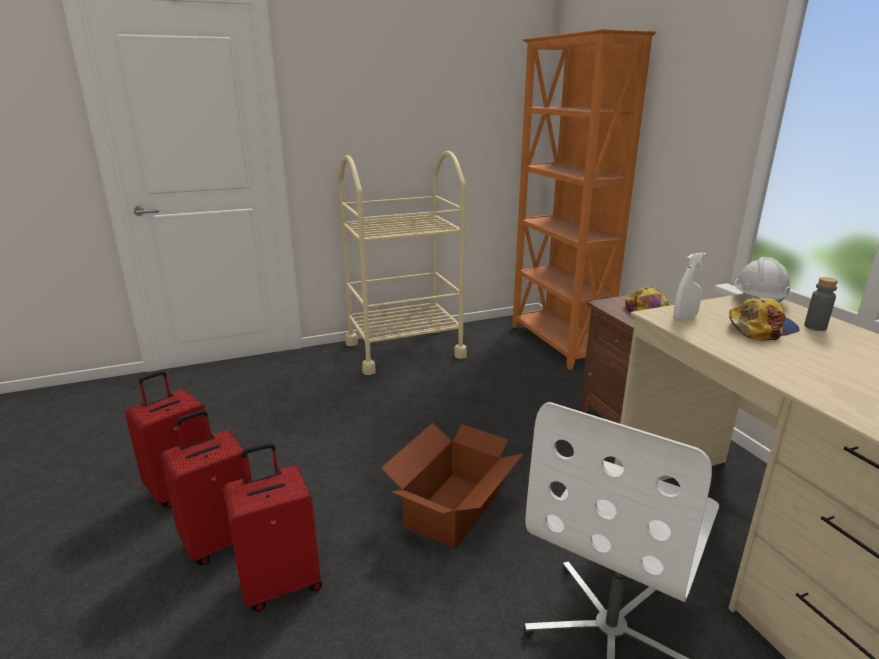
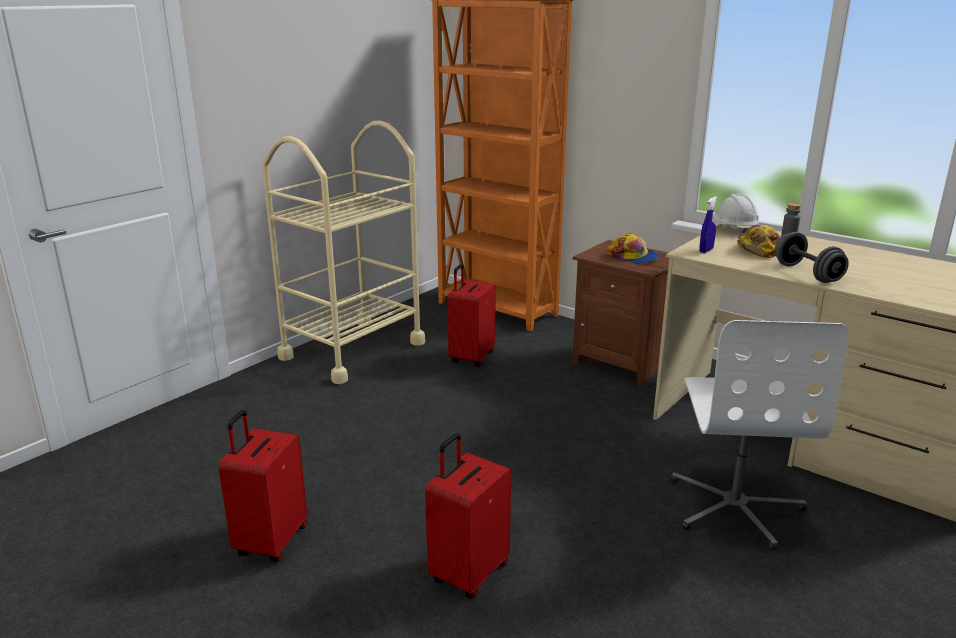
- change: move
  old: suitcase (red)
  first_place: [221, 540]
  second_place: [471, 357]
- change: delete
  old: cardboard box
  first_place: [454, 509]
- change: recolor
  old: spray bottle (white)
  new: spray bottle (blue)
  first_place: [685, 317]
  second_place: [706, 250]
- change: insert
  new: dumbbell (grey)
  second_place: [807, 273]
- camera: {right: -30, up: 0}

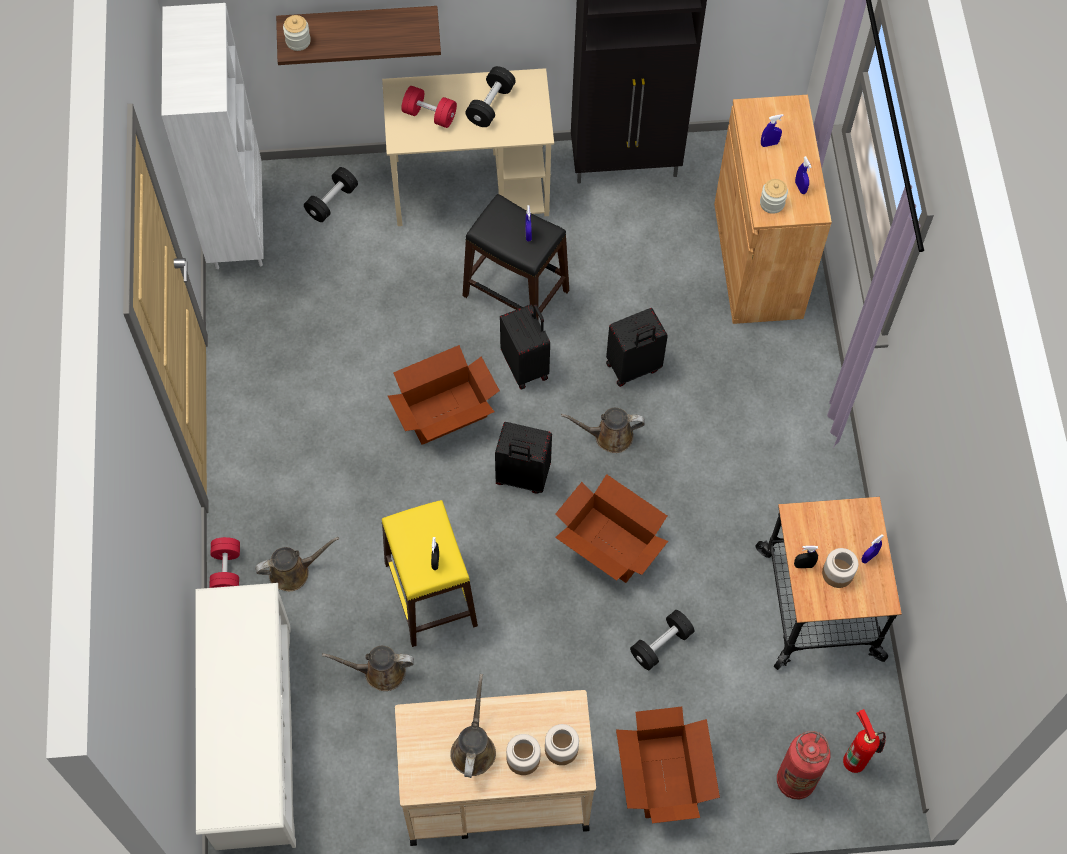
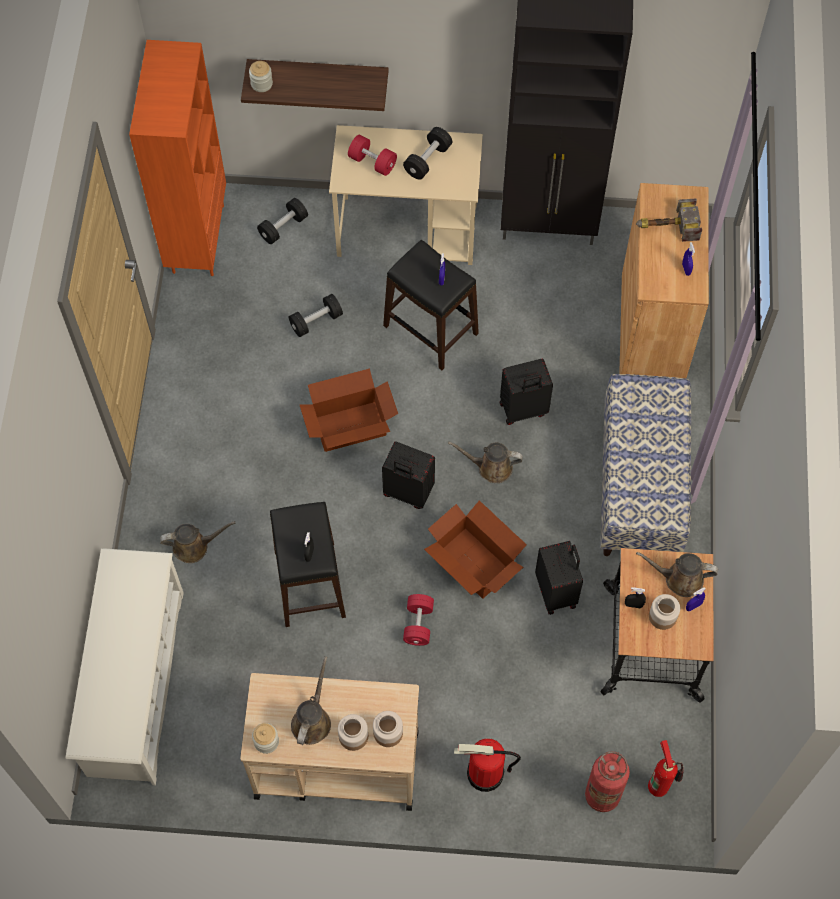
- change: recolor
  old: bookcase (white)
  new: bookcase (orange)
  first_place: [237, 226]
  second_place: [197, 238]
- change: move
  old: dumbbell (red)
  first_place: [226, 571]
  second_place: [418, 624]
- change: move
  old: watering can (brown)
  first_place: [380, 672]
  second_place: [679, 579]
- change: recolor
  old: stool (yellow)
  new: stool (black)
  first_place: [430, 594]
  second_place: [309, 584]
- change: move
  old: suitcase (black)
  first_place: [526, 366]
  second_place: [557, 591]
- change: replace
  old: cardboard box
  new: fire extinguisher
  first_place: [662, 777]
  second_place: [485, 774]
- change: move
  old: dumbbell (black)
  first_place: [661, 644]
  second_place: [316, 321]
- change: move
  old: jar
  first_place: [772, 203]
  second_place: [266, 741]
- change: replace
  old: spray bottle (blue)
  new: hammer
  first_place: [769, 144]
  second_place: [665, 226]
- change: insert
  new: bench
  second_place: [640, 485]
- camera: {right: 10, up: 0}

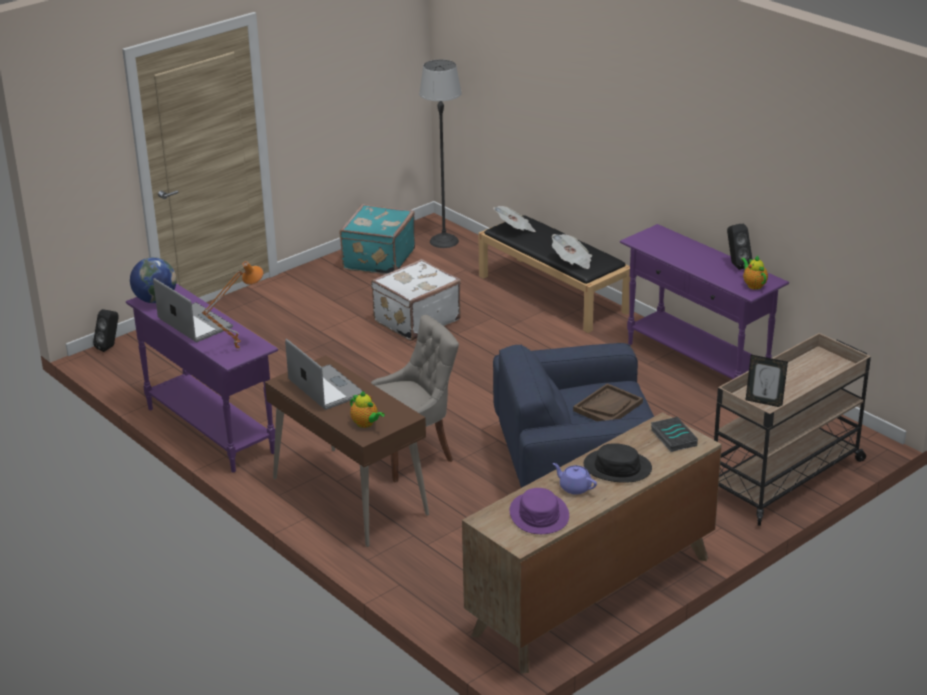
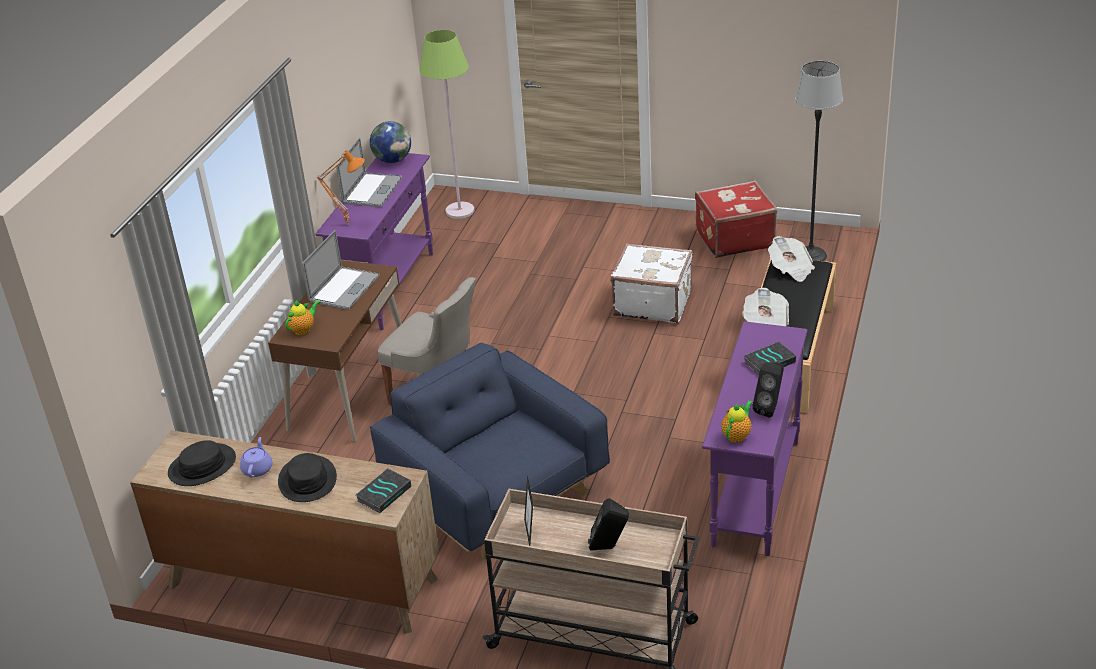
- change: move
  old: speaker (black)
  first_place: [110, 347]
  second_place: [609, 547]
- change: recolor
  old: suitcase (turquoise)
  new: suitcase (red)
  first_place: [377, 259]
  second_place: [734, 238]
- change: rotate
  old: teapot
  first_place: [366, 424]
  second_place: [303, 329]
  degrees: -150
- change: recolor
  old: hat (purple)
  new: hat (black)
  first_place: [539, 514]
  second_place: [202, 466]
- change: delete
  old: tray (brown)
  first_place: [608, 406]
- change: insert
  new: floor lamp (green)
  second_place: [459, 211]
- change: insert
  new: book
  second_place: [769, 361]
- camera: {right: 60, up: 5}

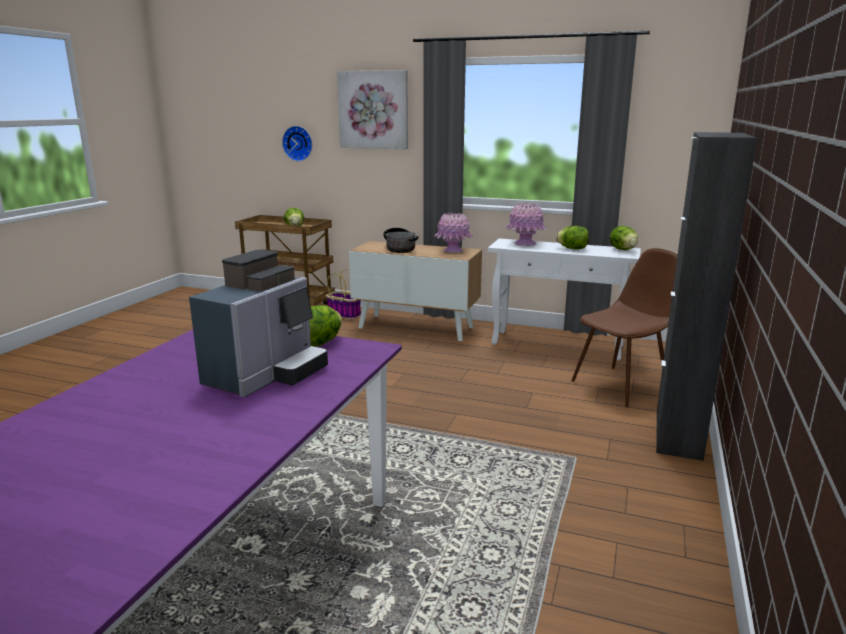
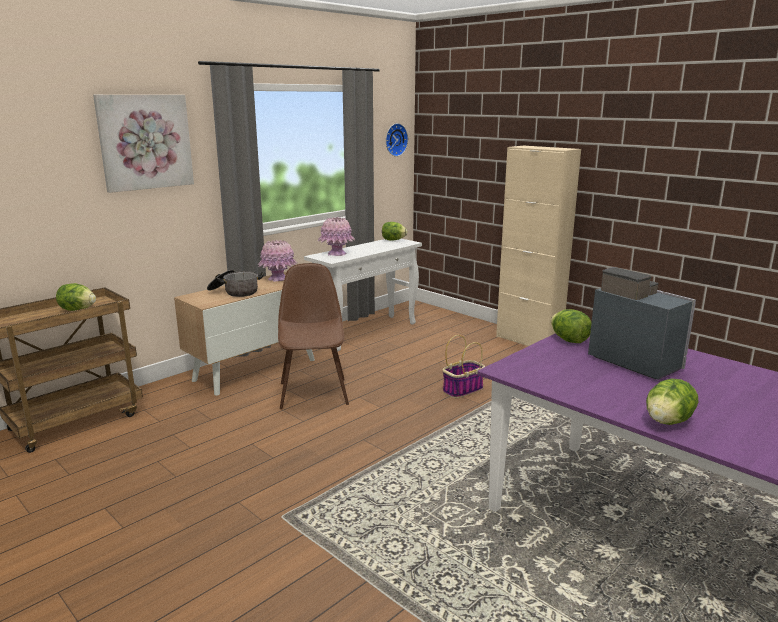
- change: move
  old: wall clock
  first_place: [298, 143]
  second_place: [395, 139]
- change: move
  old: basket
  first_place: [345, 314]
  second_place: [463, 390]
- change: move
  old: lettuce
  first_place: [572, 249]
  second_place: [667, 421]
- change: move
  old: chair (brown)
  first_place: [621, 385]
  second_place: [313, 392]
- change: recolor
  old: cabinet (black)
  new: cabinet (beige)
  first_place: [678, 433]
  second_place: [528, 341]
- camera: {right: -65, up: 0}

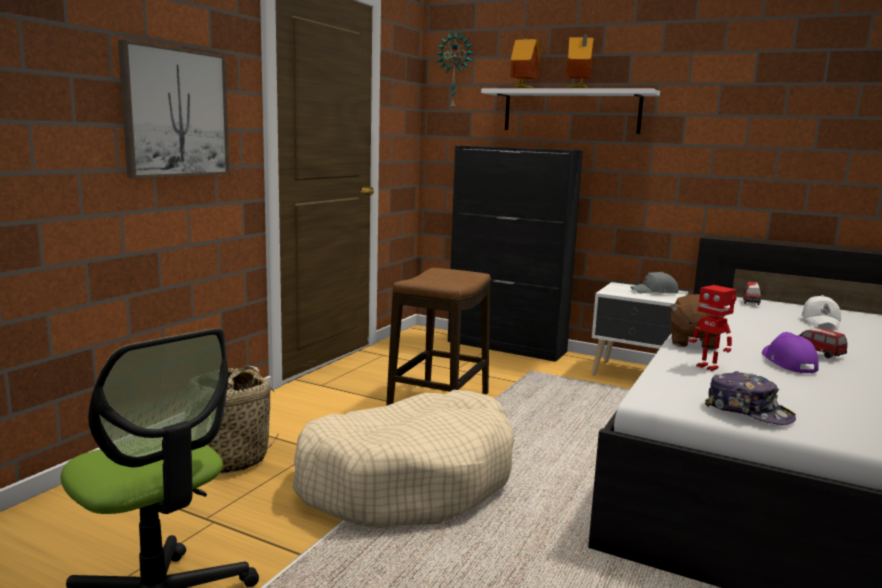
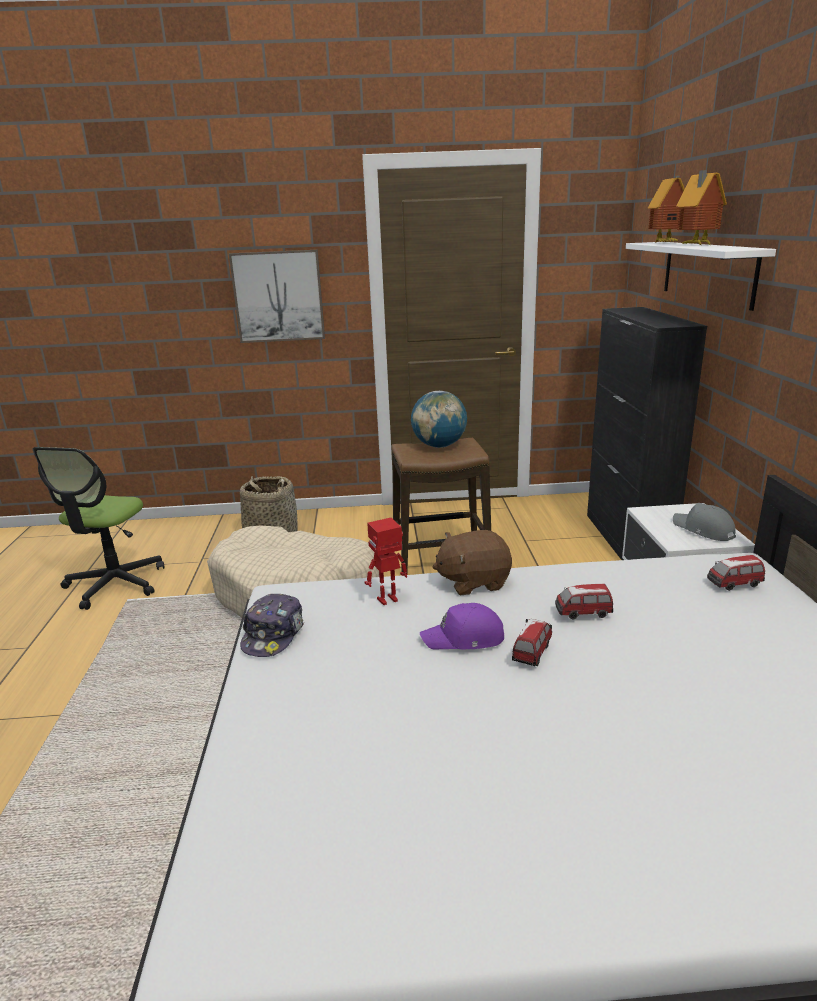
- change: delete
  old: wall clock
  first_place: [455, 71]
- change: rotate
  old: toy robot
  first_place: [708, 367]
  second_place: [388, 600]
  degrees: 45
- change: rotate
  old: cap (purple)
  first_place: [787, 363]
  second_place: [464, 638]
  degrees: -150
- change: delete
  old: cap (white)
  first_place: [821, 321]
- change: insert
  new: globe
  second_place: [439, 446]
- change: insert
  new: toy car
  second_place: [583, 613]
- camera: {right: 60, up: 10}

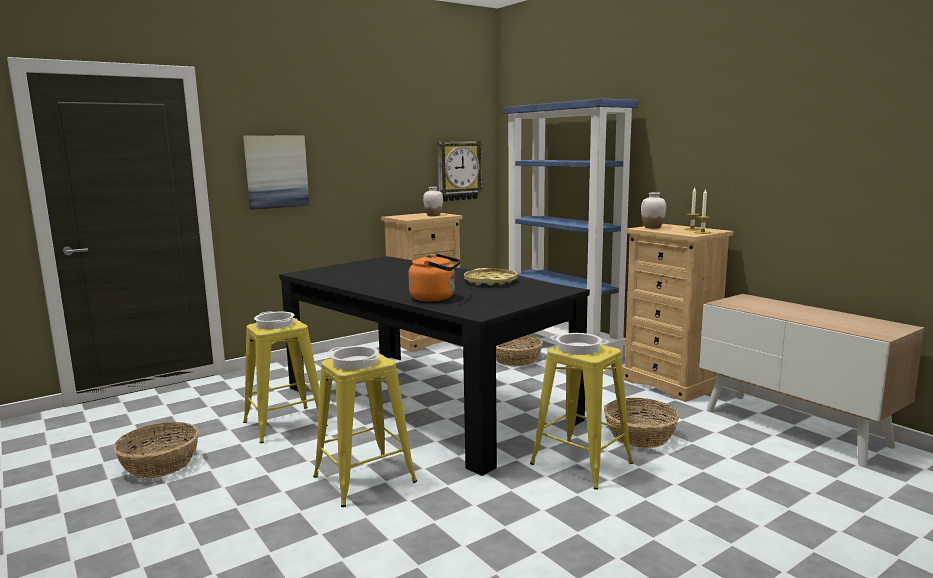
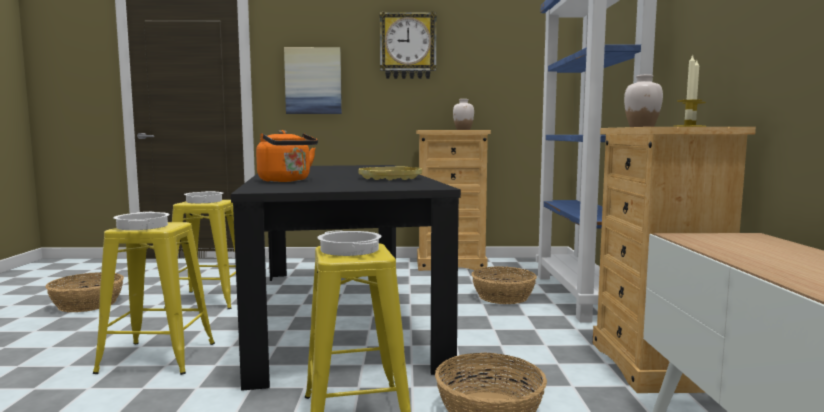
- change: move
  old: wall clock
  first_place: [458, 171]
  second_place: [408, 46]
- camera: {right: 35, up: -5}

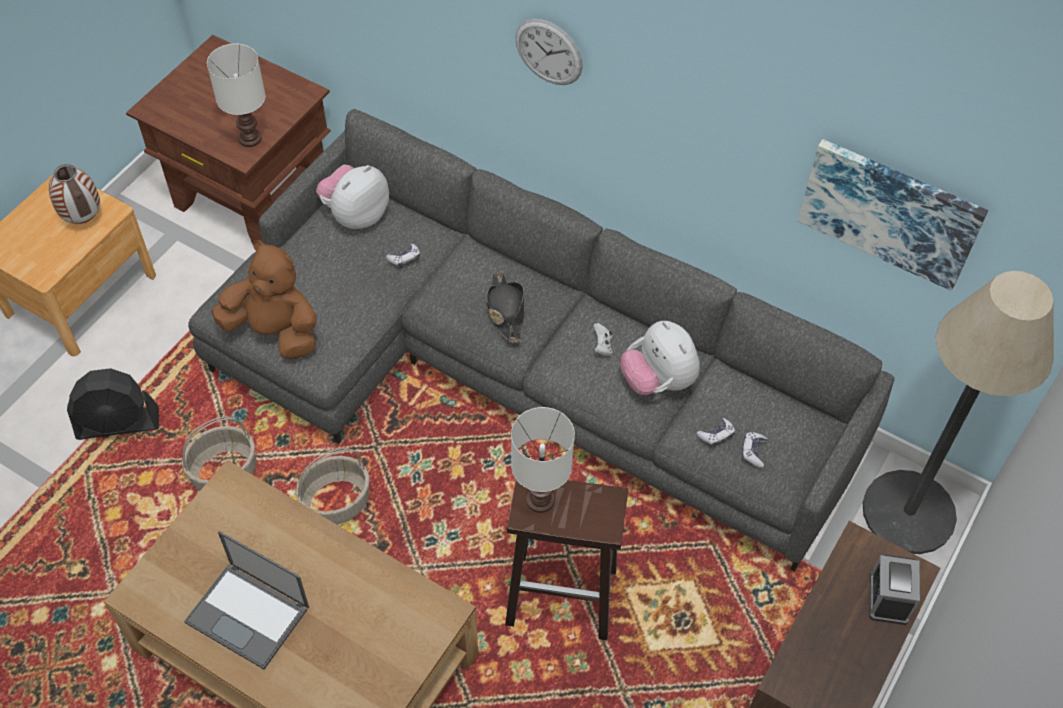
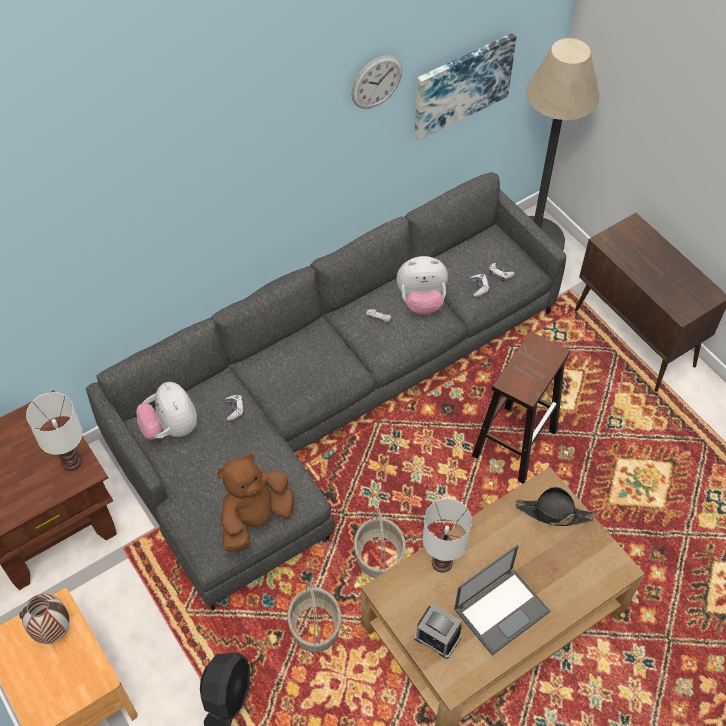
- change: move
  old: hat (black)
  first_place: [505, 311]
  second_place: [553, 513]
- change: move
  old: table lamp (white)
  first_place: [541, 499]
  second_place: [441, 561]
- change: move
  old: wall clock
  first_place: [549, 52]
  second_place: [376, 82]
- change: move
  old: alarm clock
  first_place: [888, 598]
  second_place: [437, 637]
- camera: {right: -65, up: 0}

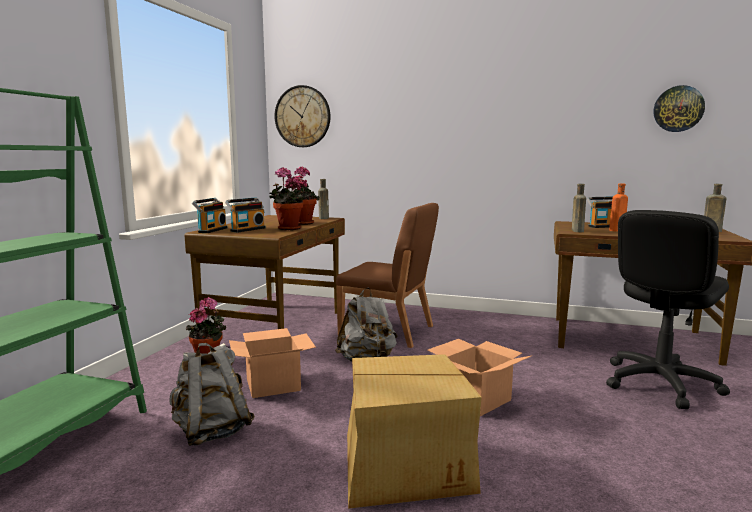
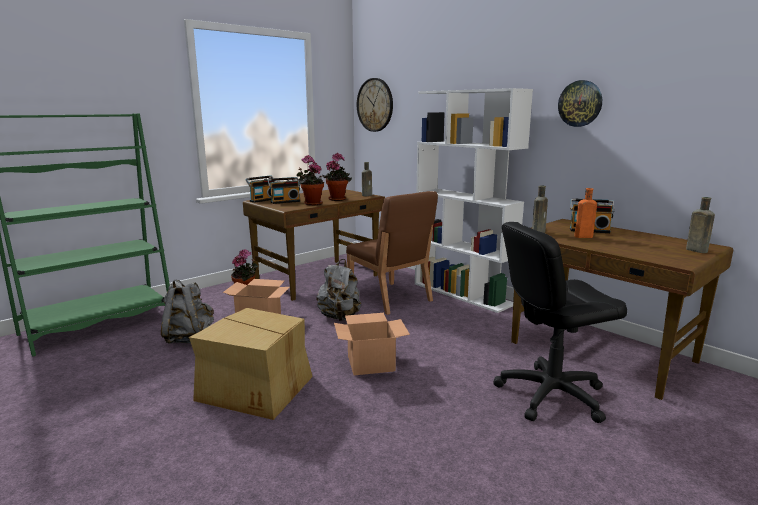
- change: move
  old: wall clock
  first_place: [678, 109]
  second_place: [580, 103]
- change: insert
  new: bookcase (white)
  second_place: [463, 294]
- camera: {right: 30, up: 5}

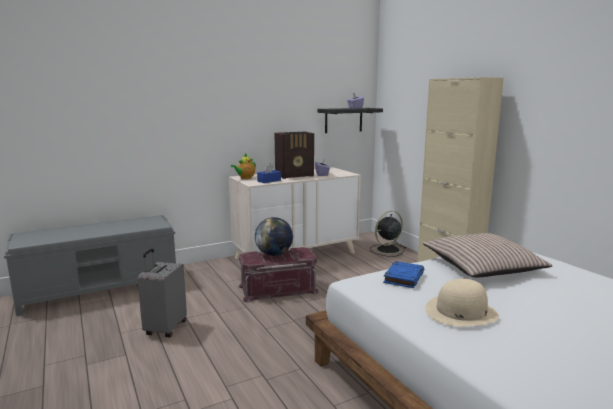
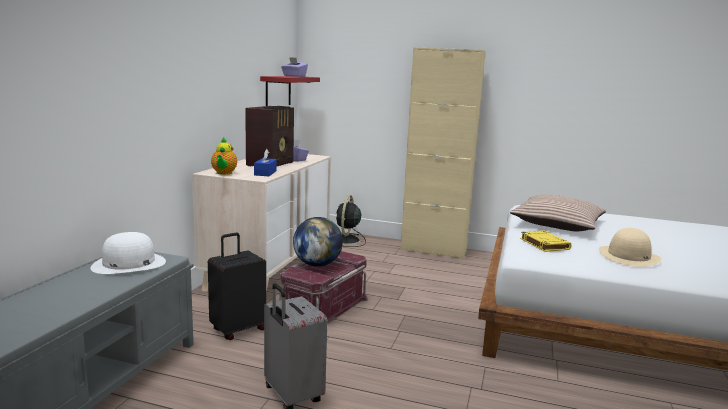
- change: recolor
  old: shelf (black)
  new: shelf (red)
  first_place: [343, 120]
  second_place: [278, 91]
- change: recolor
  old: book (blue)
  new: book (yellow)
  first_place: [403, 277]
  second_place: [544, 244]
- change: insert
  new: hat (white)
  second_place: [128, 264]
- change: insert
  new: suitcase (black)
  second_place: [238, 329]
- camera: {right: -45, up: 0}

